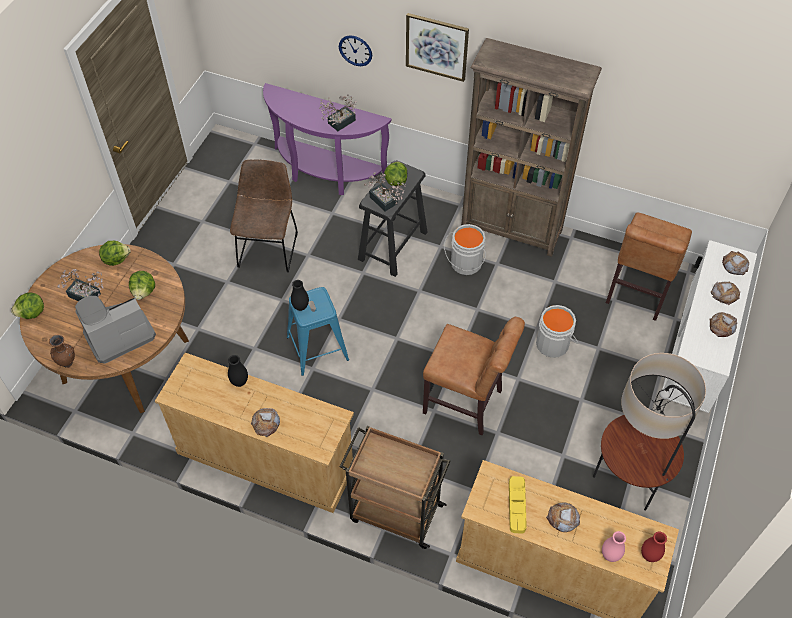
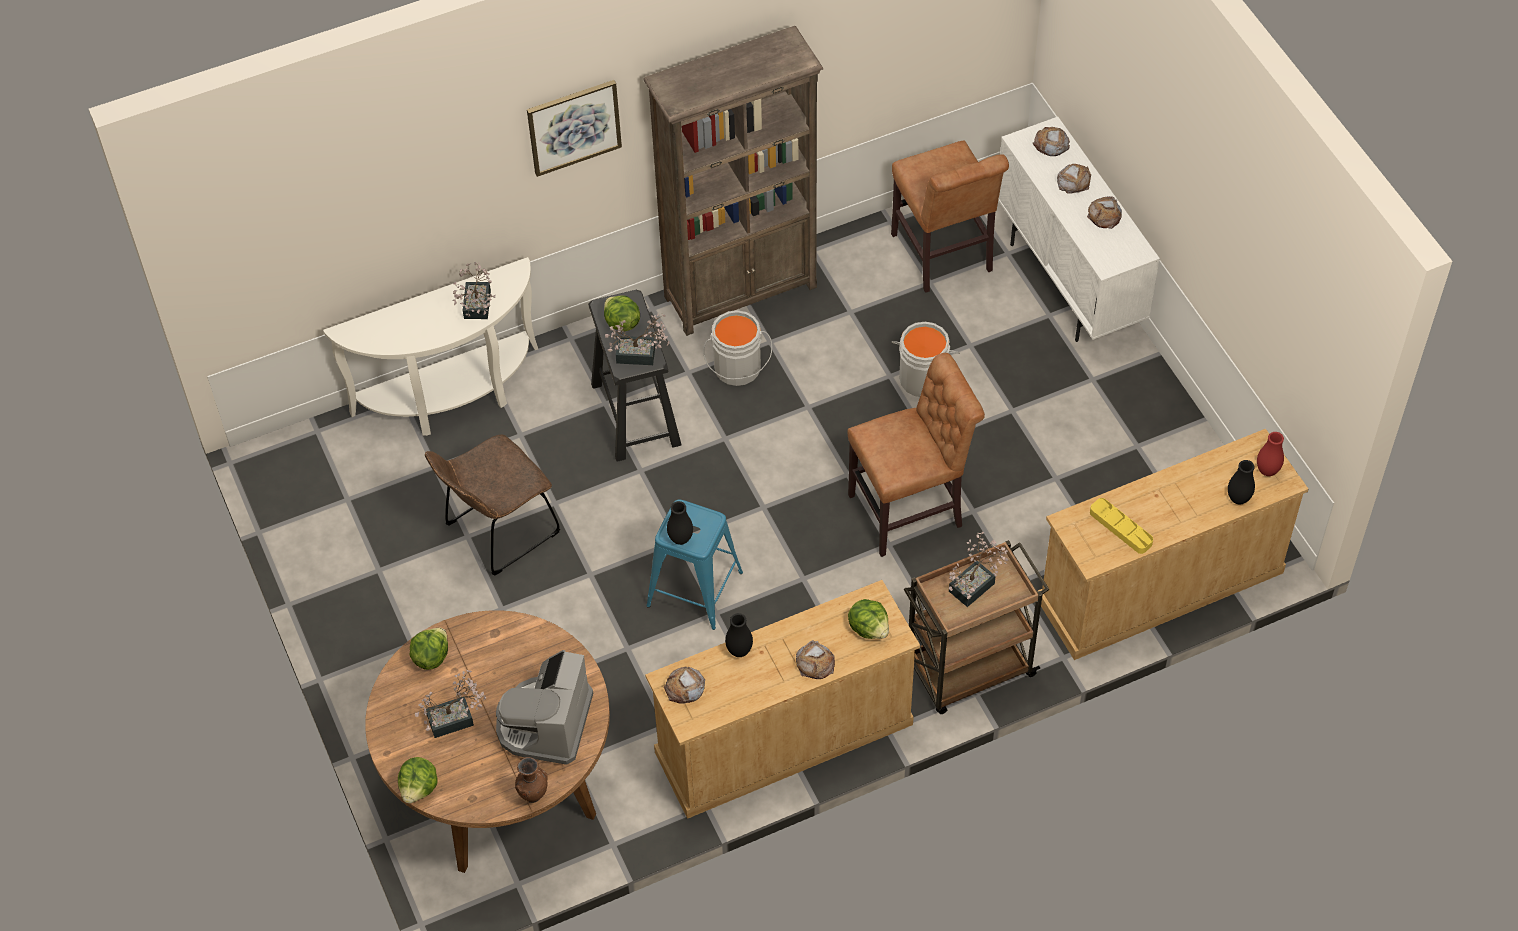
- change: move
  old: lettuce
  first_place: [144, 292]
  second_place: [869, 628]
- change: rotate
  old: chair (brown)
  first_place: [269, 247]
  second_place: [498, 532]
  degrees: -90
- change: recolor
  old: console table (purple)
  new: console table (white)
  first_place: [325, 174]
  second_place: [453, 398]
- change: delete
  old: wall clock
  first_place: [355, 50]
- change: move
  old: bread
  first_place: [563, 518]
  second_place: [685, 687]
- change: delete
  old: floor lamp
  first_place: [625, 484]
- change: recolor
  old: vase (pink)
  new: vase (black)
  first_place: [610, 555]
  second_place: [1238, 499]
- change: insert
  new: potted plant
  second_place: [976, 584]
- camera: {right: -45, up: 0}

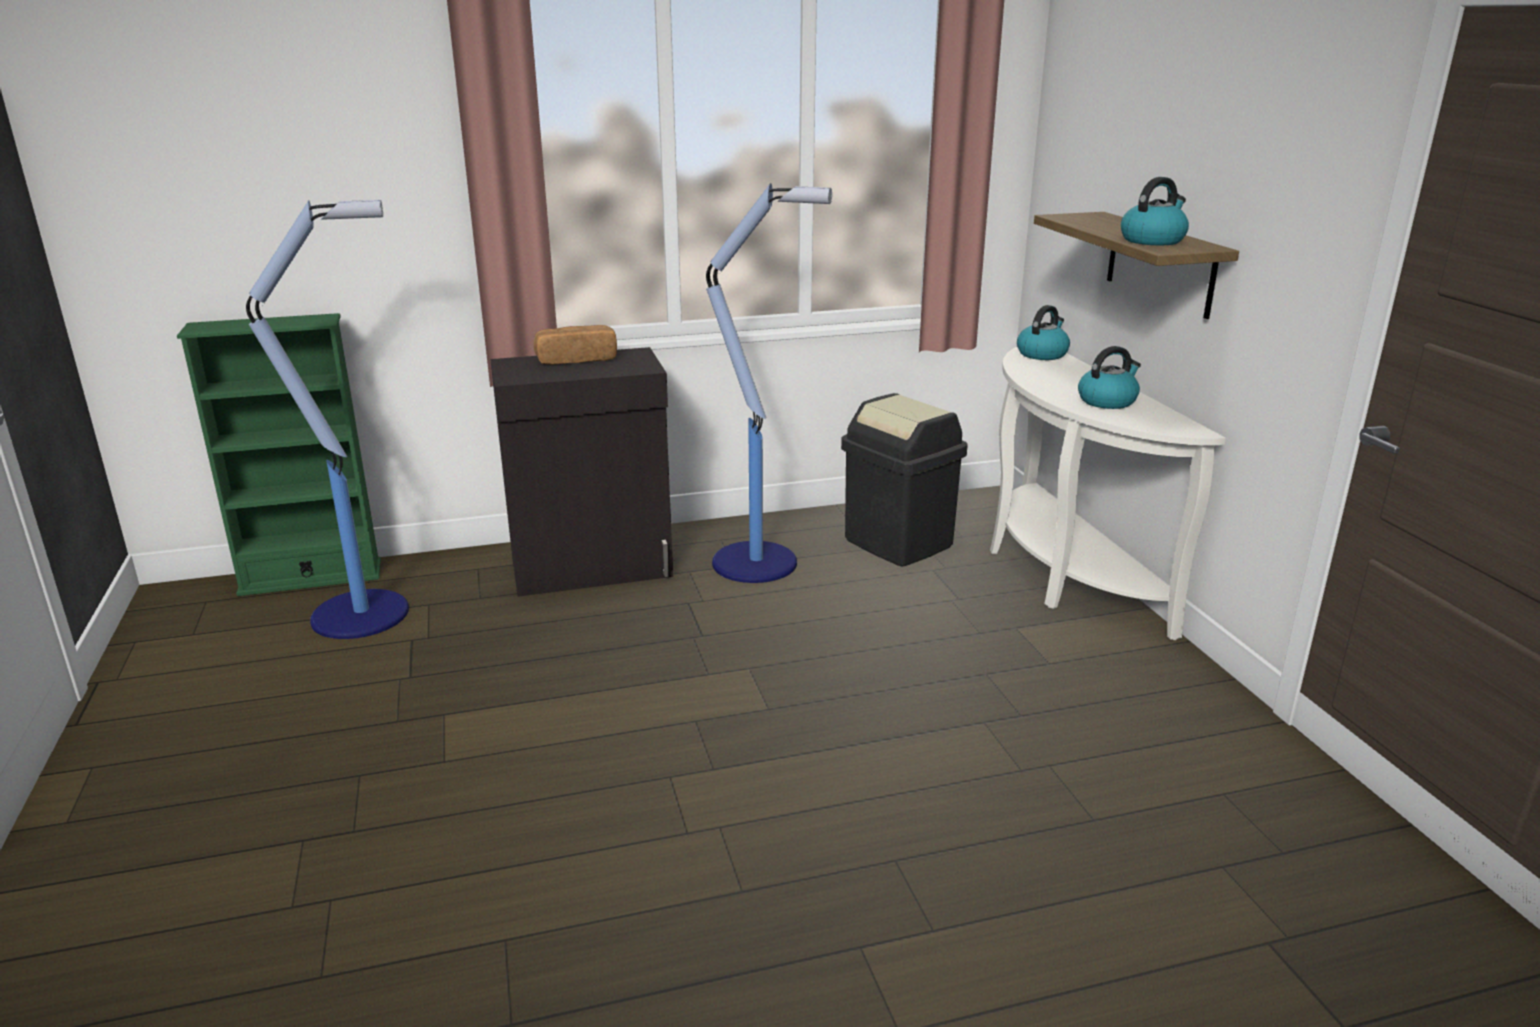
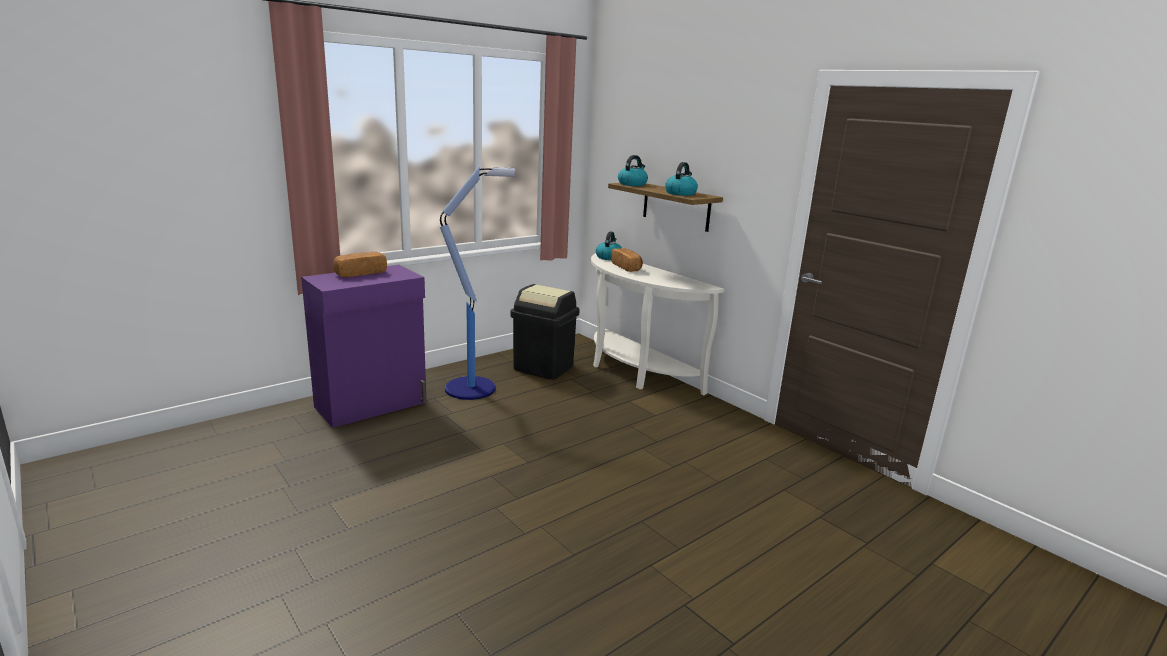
- change: delete
  old: bookcase (green)
  first_place: [311, 577]
- change: delete
  old: floor lamp
  first_place: [364, 614]
- change: recolor
  old: cabinet (black)
  new: cabinet (purple)
  first_place: [593, 569]
  second_place: [372, 405]
- change: move
  old: kettle
  first_place: [1107, 401]
  second_place: [632, 184]
- change: insert
  new: bread
  second_place: [626, 267]
- camera: {right: -25, up: -5}

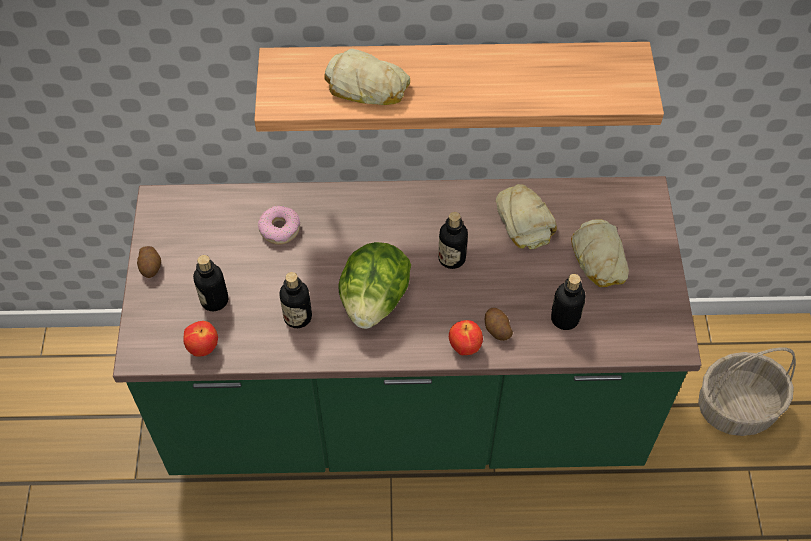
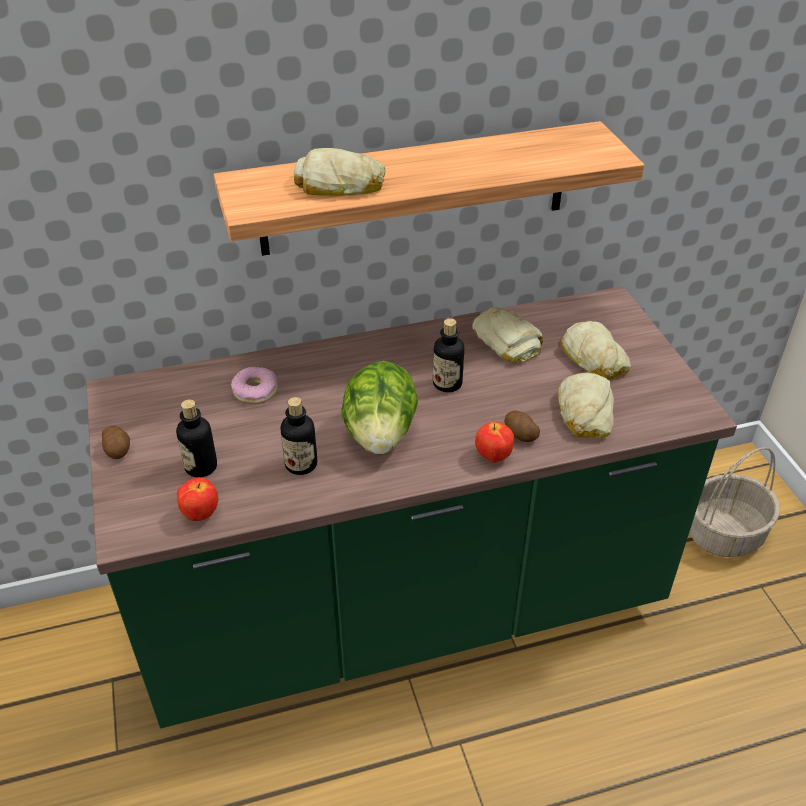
- change: replace
  old: bottle
  new: bread
  first_place: [564, 318]
  second_place: [584, 412]
- camera: {right: -15, up: -15}

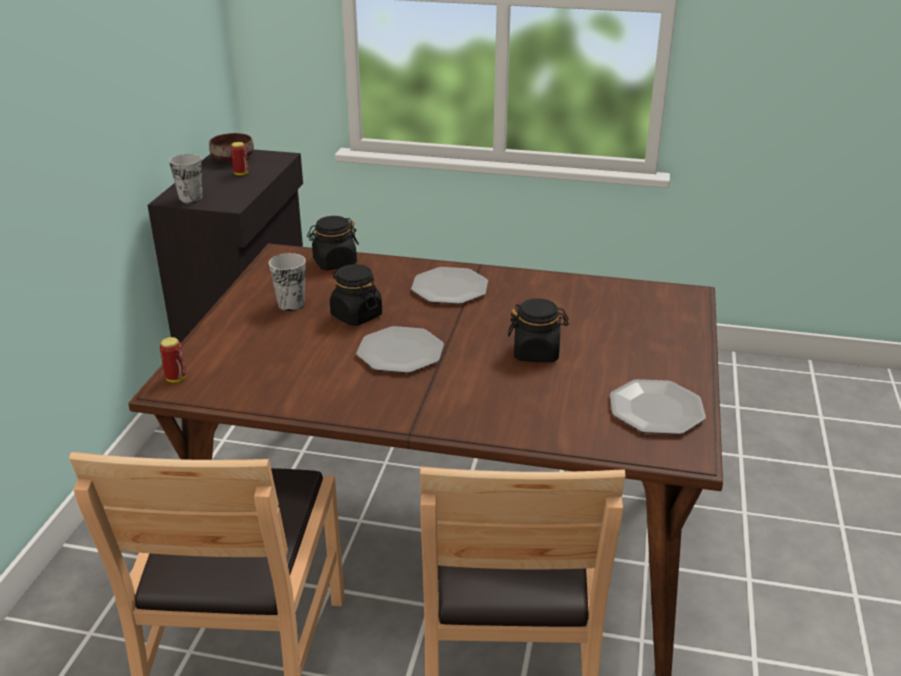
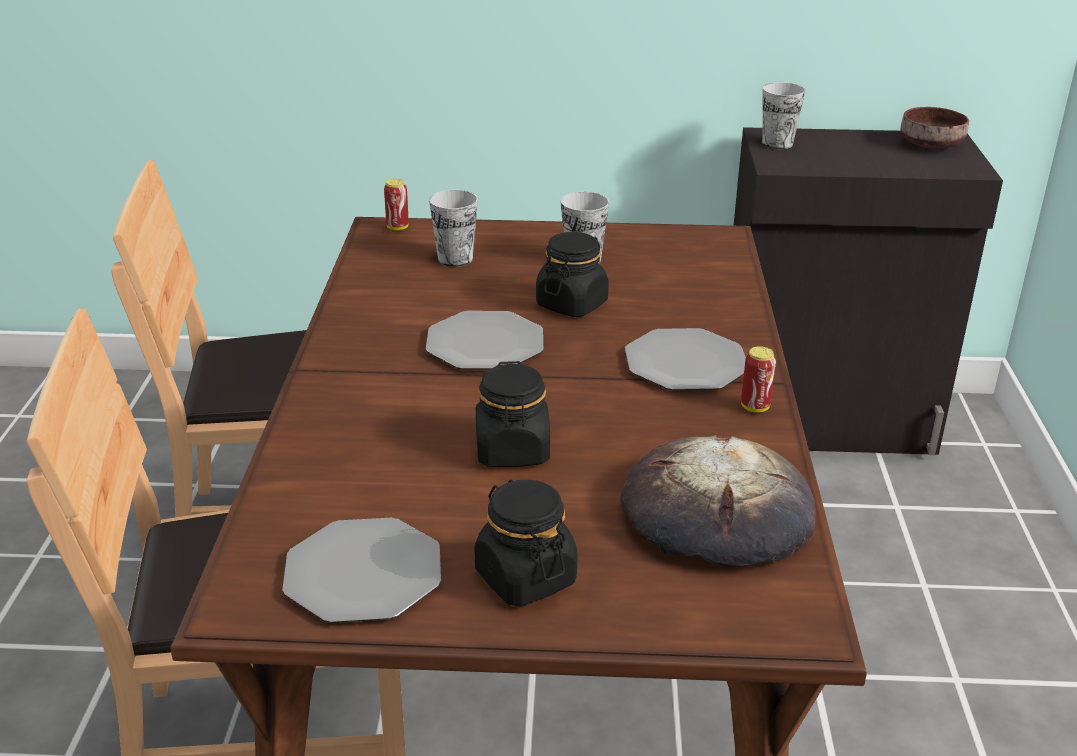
- change: move
  old: can
  first_place: [241, 174]
  second_place: [755, 407]
- change: move
  old: jar (black)
  first_place: [334, 263]
  second_place: [525, 577]
- change: insert
  new: cup
  second_place: [455, 259]
- change: insert
  new: bread
  second_place: [716, 514]
- camera: {right: 80, up: 0}

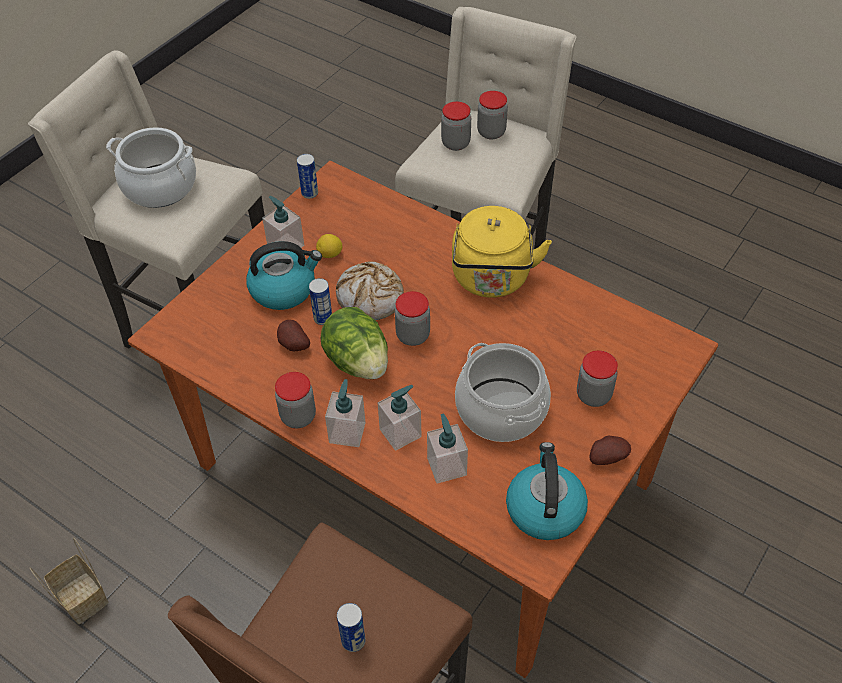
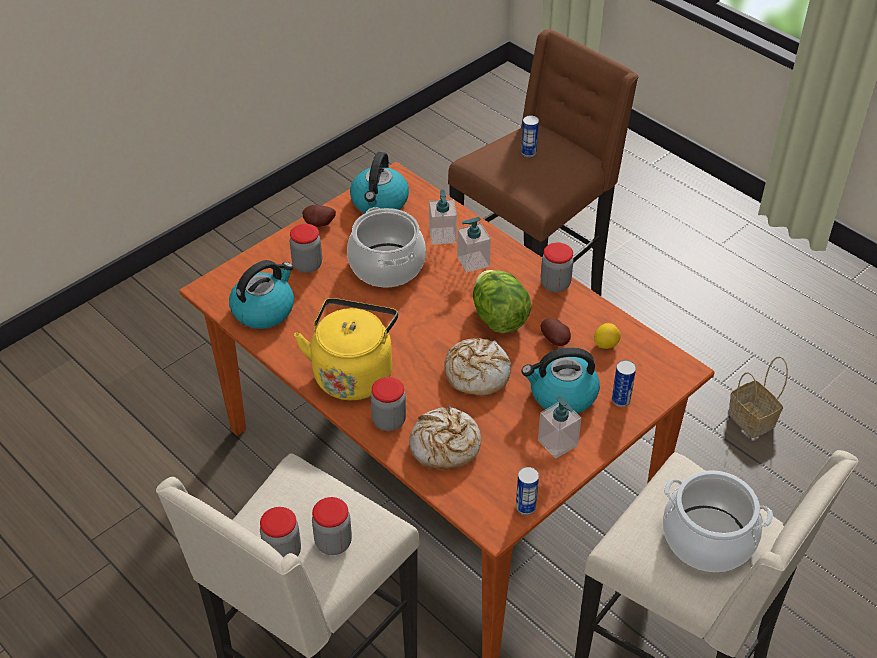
- change: move
  old: can
  first_place: [323, 318]
  second_place: [621, 400]
- change: move
  old: lemon
  first_place: [330, 254]
  second_place: [605, 344]
- change: delete
  old: soap dispenser
  first_place: [347, 432]
- change: move
  old: jar
  first_place: [413, 335]
  second_place: [389, 421]
- change: insert
  new: kettle
  second_place: [264, 309]
- change: insert
  new: bread
  second_place: [445, 446]
- camera: {right: -170, up: -5}

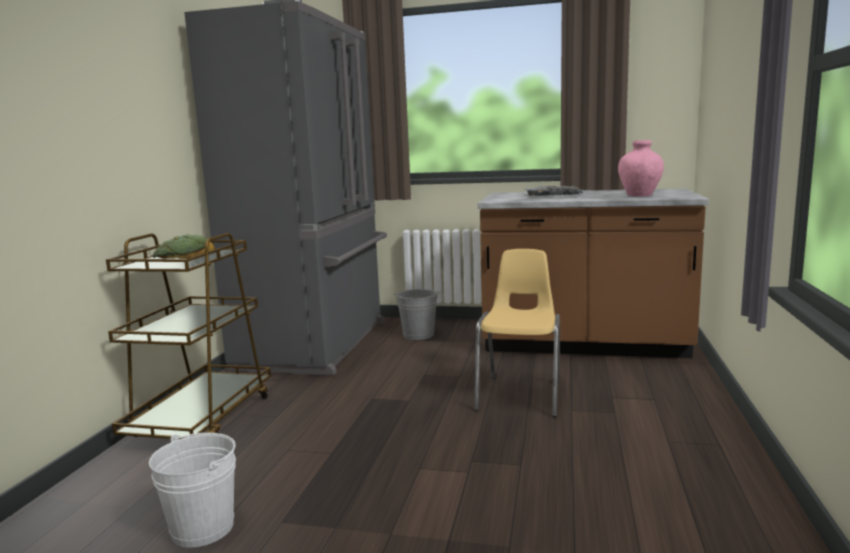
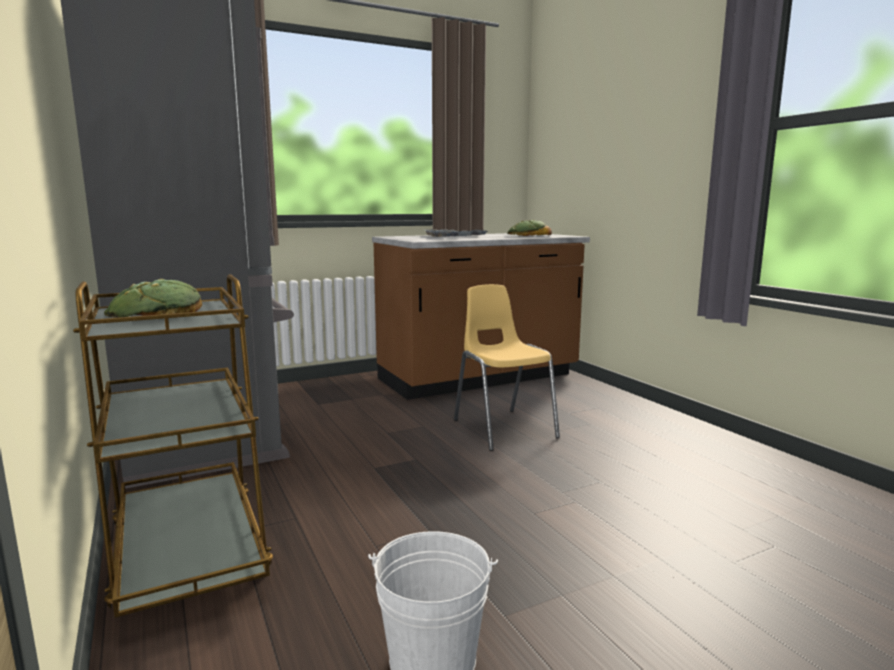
- change: delete
  old: bucket (grey)
  first_place: [418, 335]
- change: replace
  old: vase (pink)
  new: bread
  first_place: [639, 195]
  second_place: [528, 236]
- camera: {right: -40, up: 0}

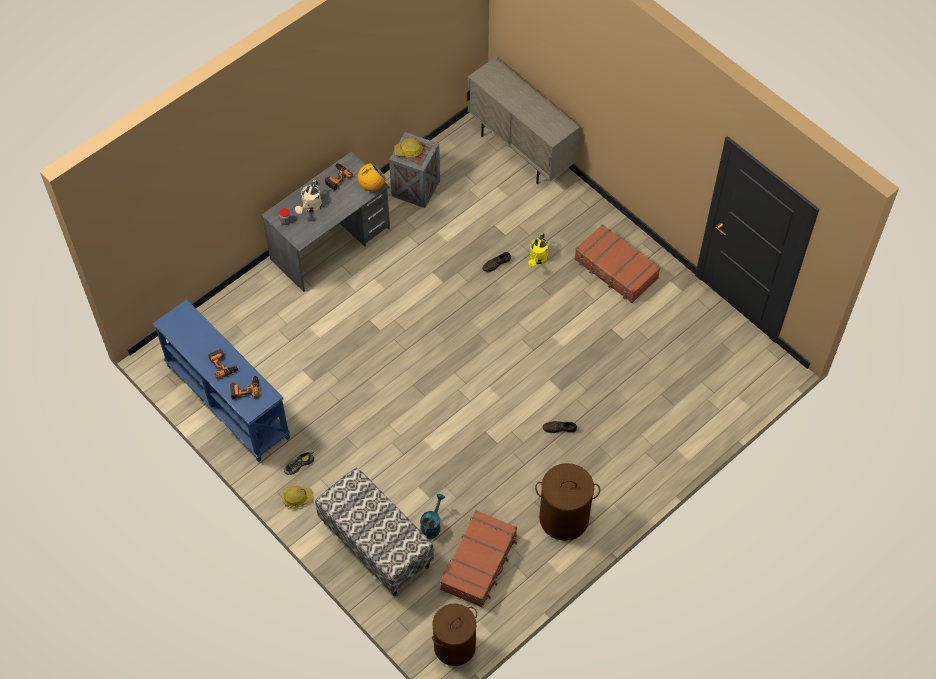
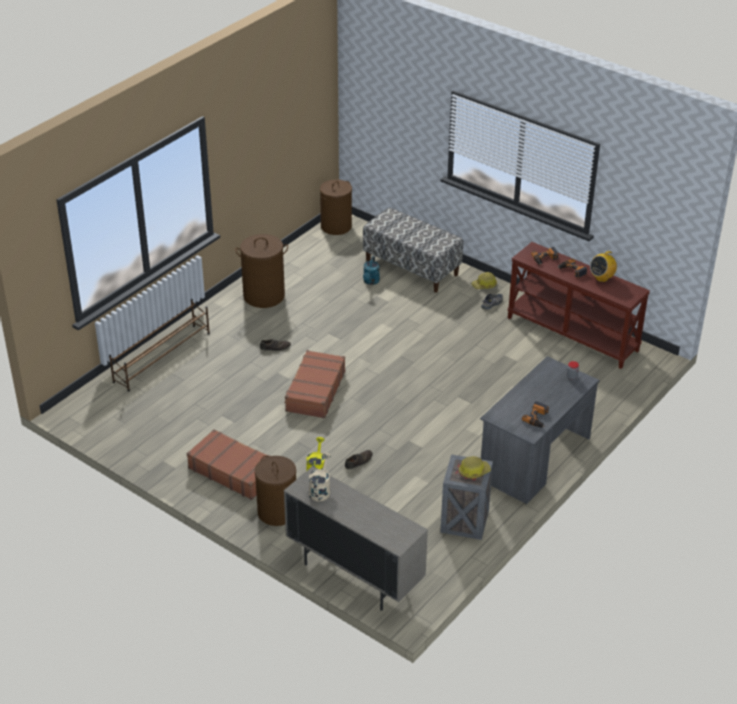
- change: recolor
  old: console table (blue)
  new: console table (brown)
  first_place: [226, 402]
  second_place: [573, 334]
- change: move
  old: watering can (beige)
  first_place: [310, 207]
  second_place: [320, 490]
- change: move
  old: radio
  first_place: [372, 186]
  second_place: [602, 278]
- change: move
  old: suitcase (brown)
  first_place: [479, 563]
  second_place: [315, 391]
- change: insert
  new: shoe rack (brown)
  second_place: [163, 357]
- change: insert
  new: laundry basket (brown)
  second_place: [277, 512]
- camera: {right: 170, up: -20}

